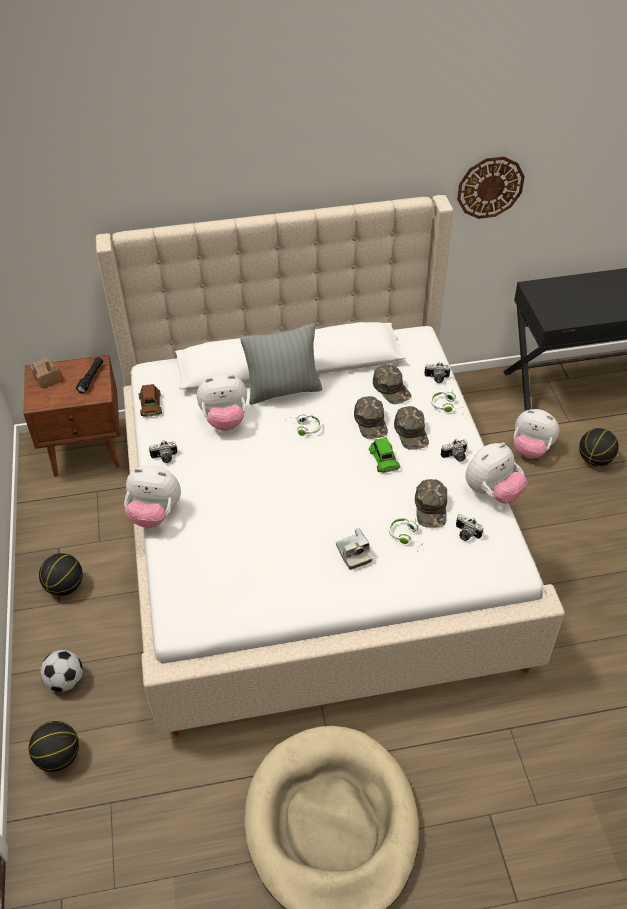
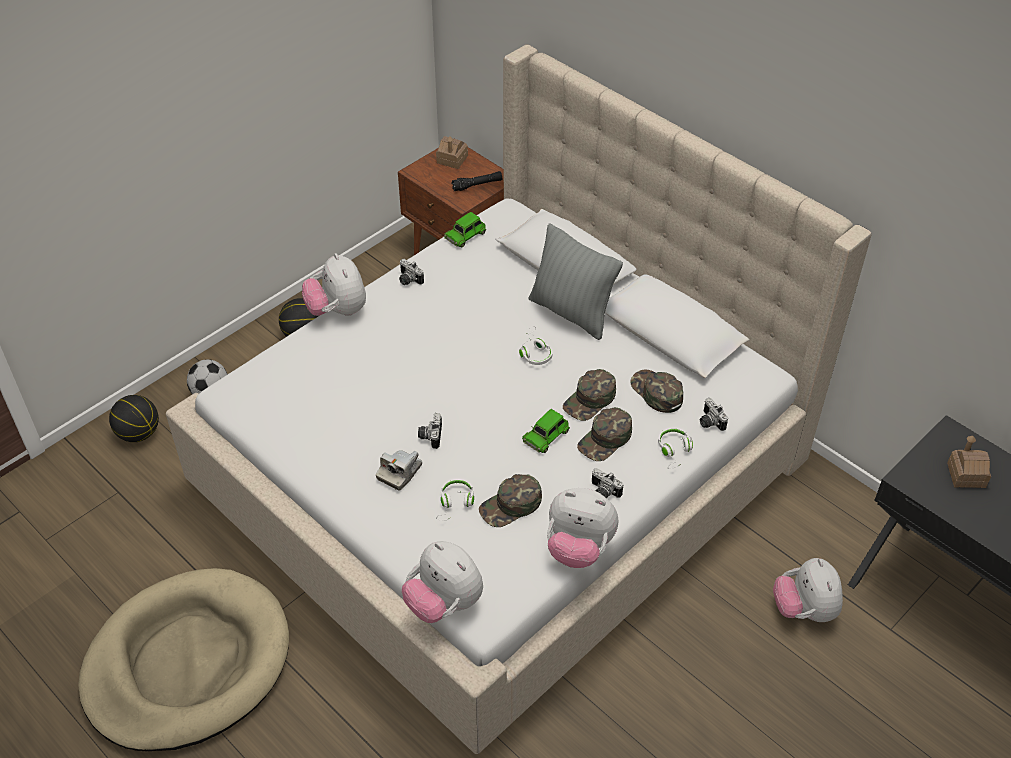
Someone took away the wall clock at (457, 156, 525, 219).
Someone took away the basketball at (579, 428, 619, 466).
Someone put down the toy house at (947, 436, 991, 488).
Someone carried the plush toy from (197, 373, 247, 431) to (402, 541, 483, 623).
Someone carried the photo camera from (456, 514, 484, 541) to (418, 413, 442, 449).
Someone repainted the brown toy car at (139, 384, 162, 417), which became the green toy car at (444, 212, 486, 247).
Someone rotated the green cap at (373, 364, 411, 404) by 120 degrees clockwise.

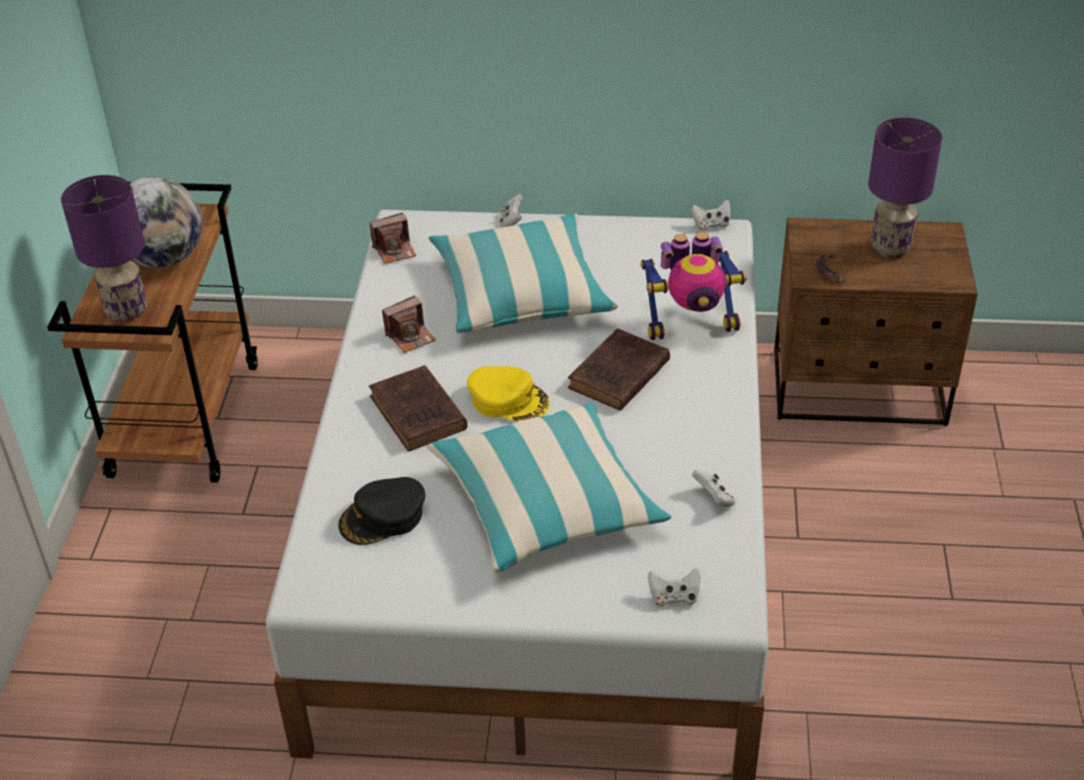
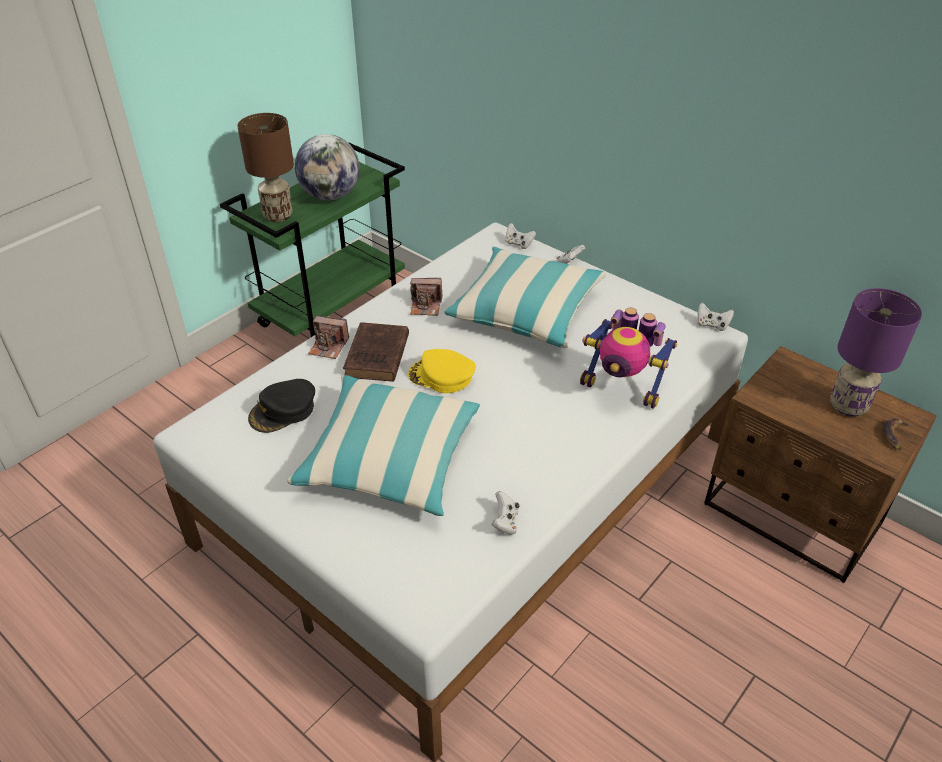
Someone took away the brown book at (568, 329, 670, 411).
Someone carried the photo camera from (369, 212, 416, 264) to (308, 316, 349, 359).
Someone carried the white game controller from (648, 568, 701, 607) to (506, 223, 536, 249).
Someone carried the banana from (816, 254, 845, 283) to (883, 417, 911, 450).
Someone repainted the brown cart at (47, 182, 258, 483), which became the green cart at (220, 143, 405, 337).
Someone repainted the purple table lamp at (61, 175, 147, 322), which became the brown table lamp at (237, 113, 294, 222).
Someone rotated the black cap at (338, 477, 425, 545) by 45 degrees counterclockwise.
Someone rotated the yellow cap at (467, 366, 550, 422) by 135 degrees clockwise.

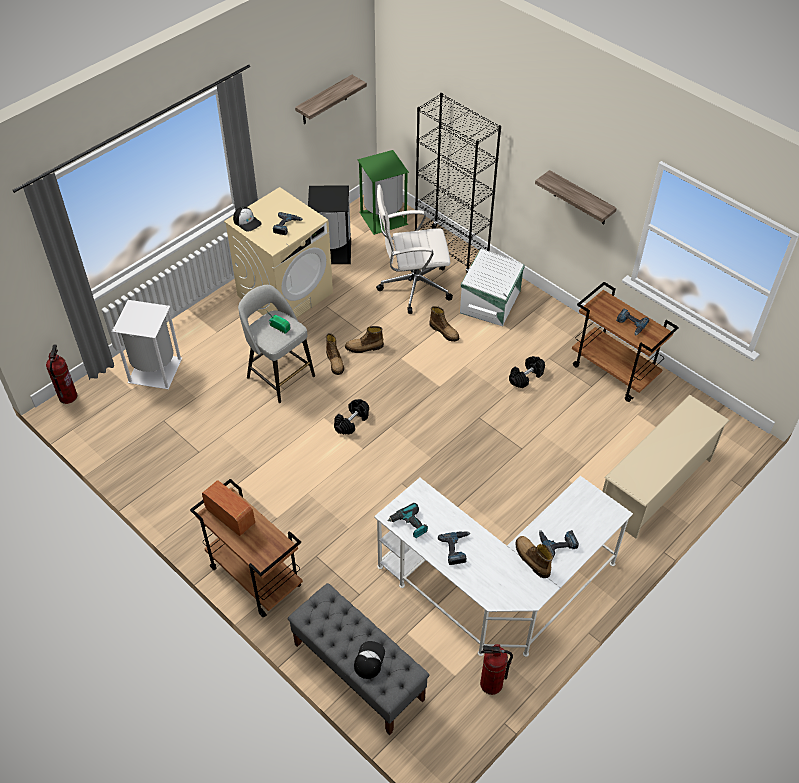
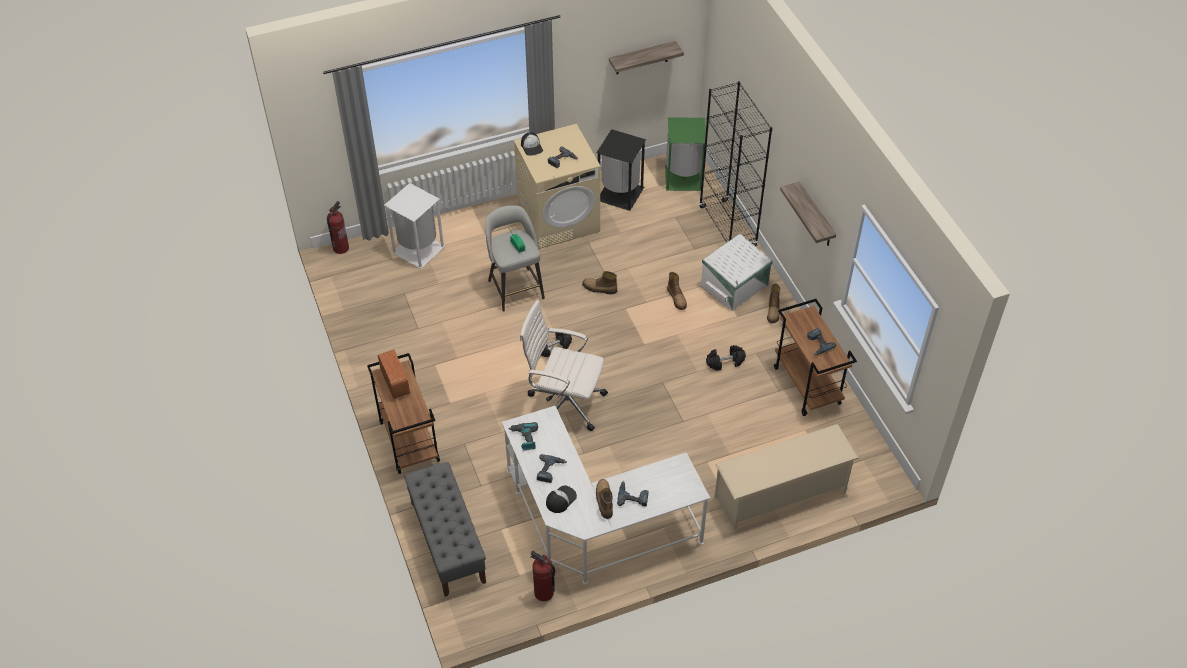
Someone carried the boot from (326, 333, 344, 375) to (767, 284, 780, 323).
Someone carried the cap from (354, 641, 385, 679) to (546, 485, 577, 513).
Someone carried the white office chair from (376, 185, 453, 314) to (520, 300, 608, 431).

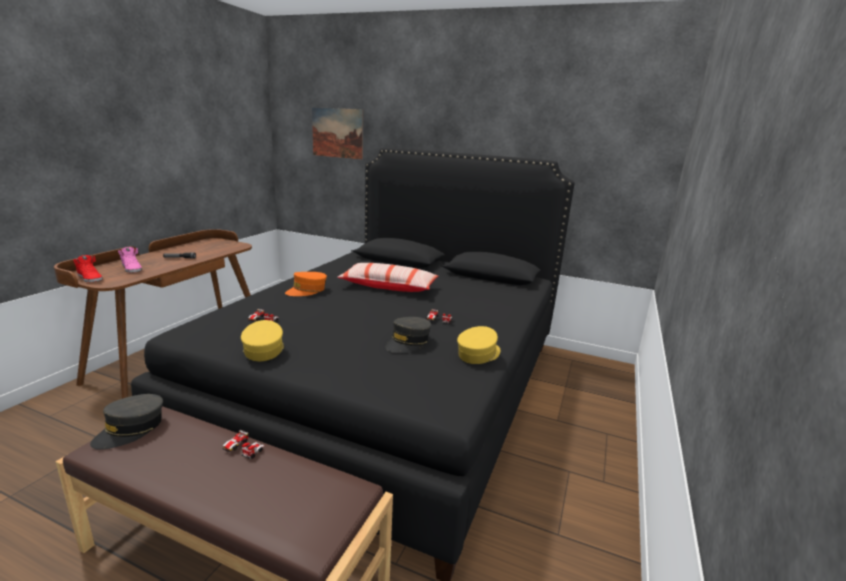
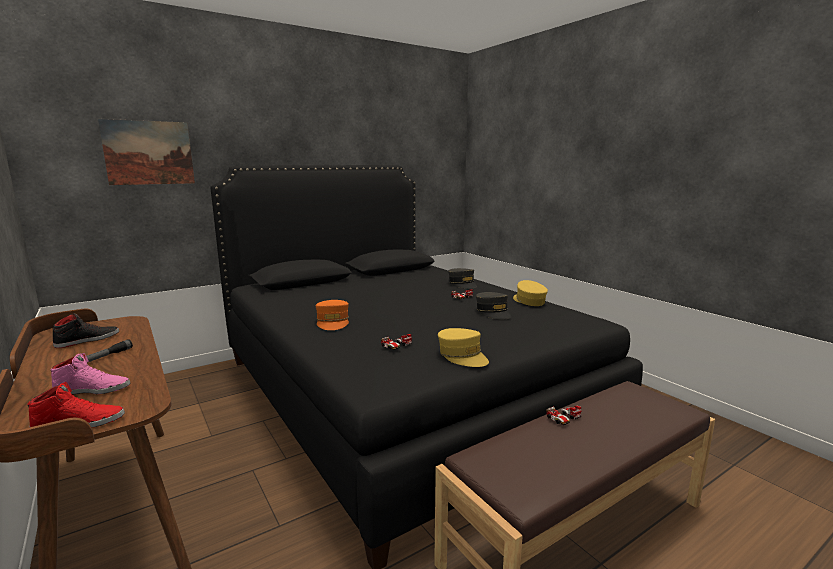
Someone took away the pillow at (337, 263, 438, 292).
Someone put down the black shoe at (52, 313, 119, 348).
Someone carried the grey cap from (90, 394, 163, 450) to (448, 268, 477, 289).
Someone rotated the yellow cap at (241, 320, 284, 361) by 150 degrees counterclockwise.

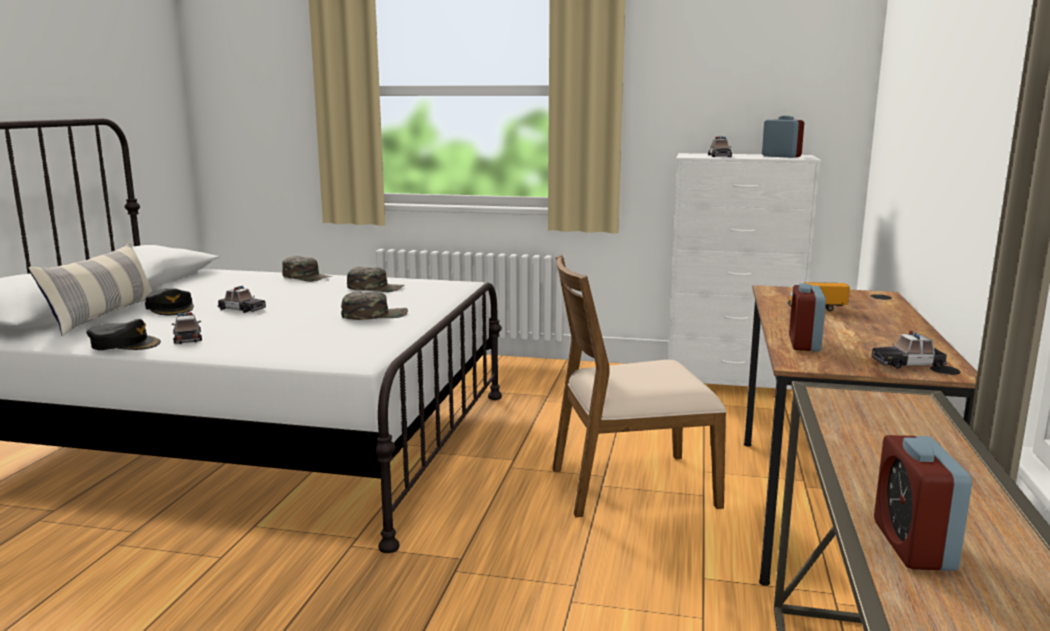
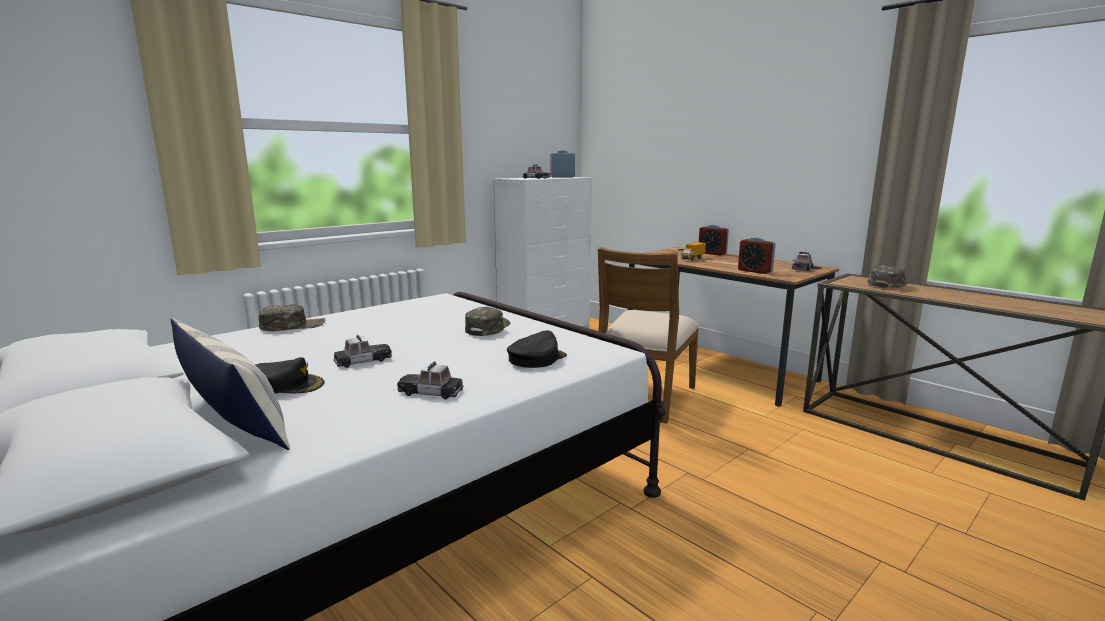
Someone carried the black cap from (86, 319, 161, 350) to (507, 330, 567, 368).
Someone carried the green cap from (347, 267, 404, 292) to (868, 265, 908, 288).
Someone carried the alarm clock from (874, 435, 972, 571) to (699, 224, 729, 255).

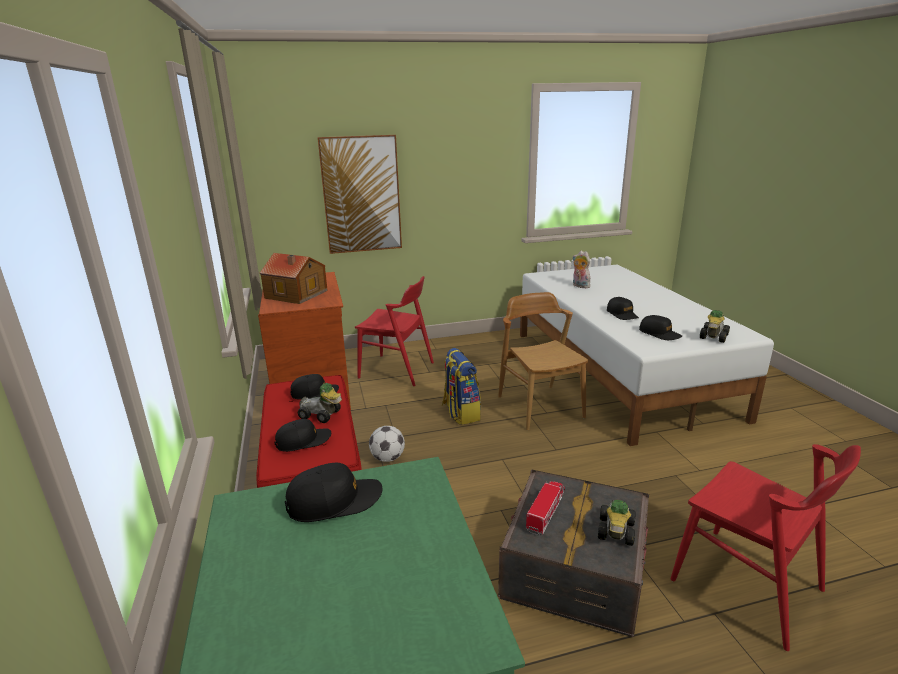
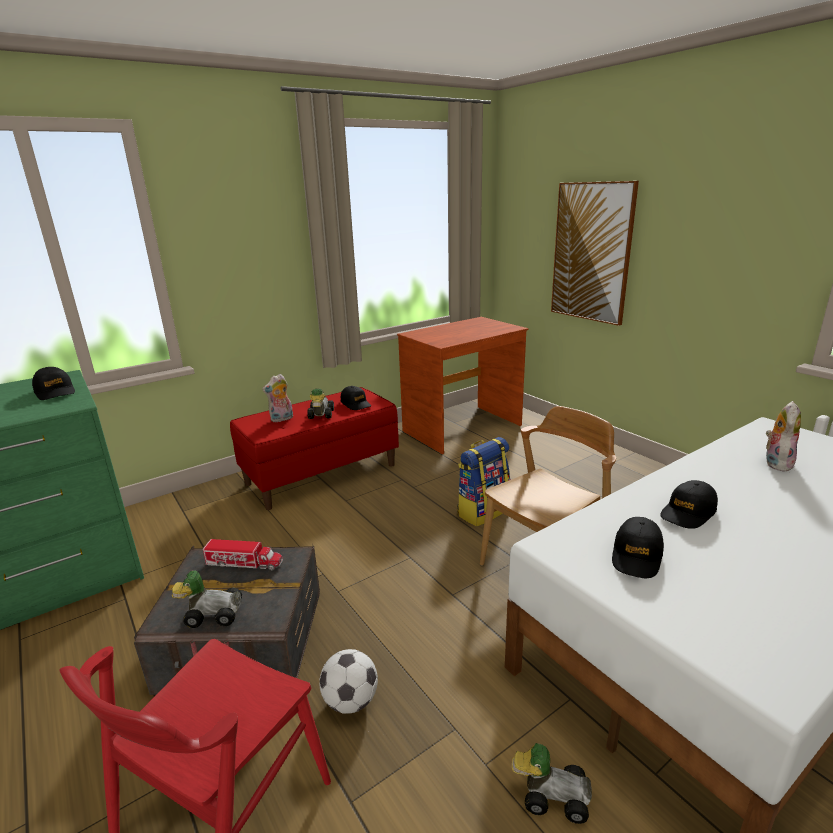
Someone took away the toy house at (260, 253, 328, 304).
Someone took away the red chair at (355, 276, 434, 386).
Someone carried the football from (369, 426, 405, 462) to (319, 649, 378, 714).
Someone carried the toy car from (700, 310, 730, 343) to (512, 743, 592, 824).
Someone swapped the black cap at (274, 419, 331, 452) for the plush toy at (262, 374, 293, 422).

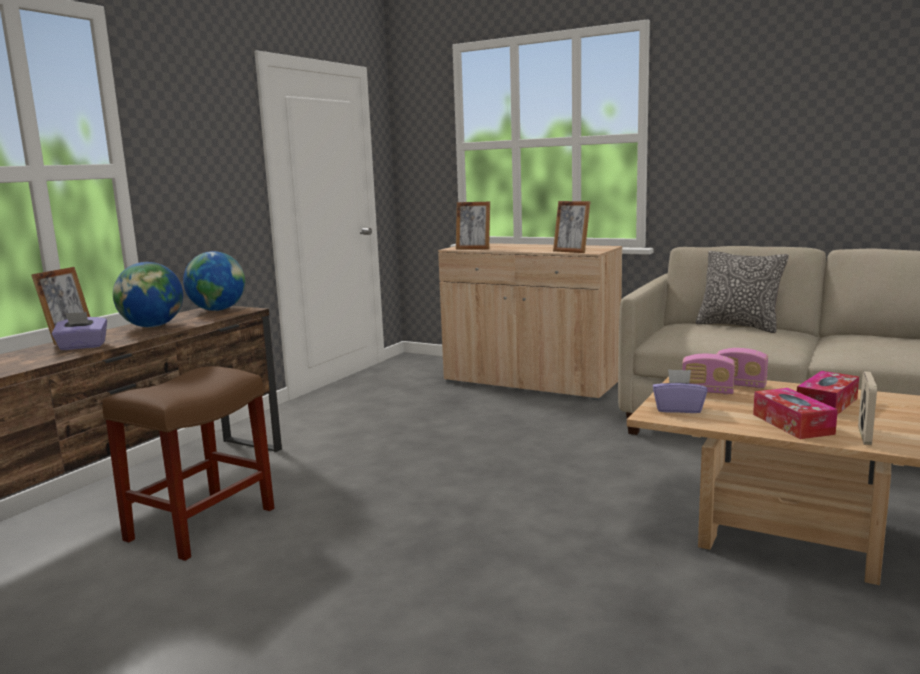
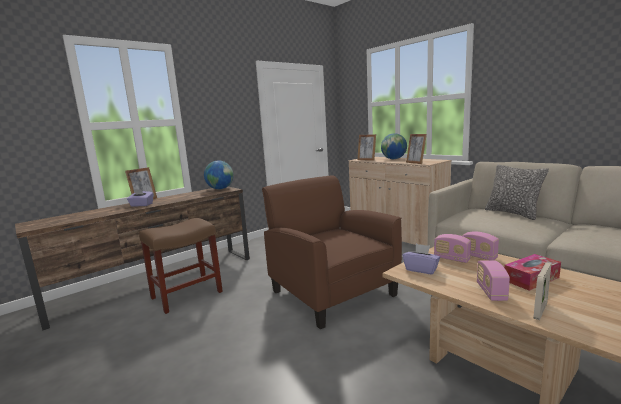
Someone put down the brown armchair at (262, 176, 402, 329).
Someone carried the globe from (113, 262, 183, 327) to (381, 133, 407, 159).
Someone swapped the tissue box at (753, 388, 838, 439) for the radio at (477, 260, 510, 301).

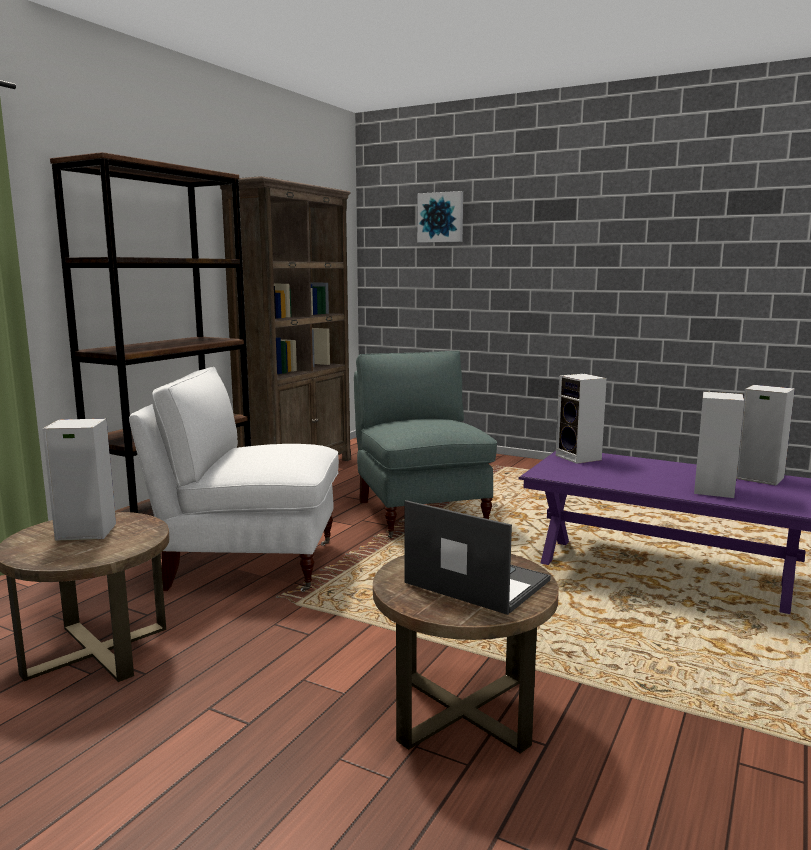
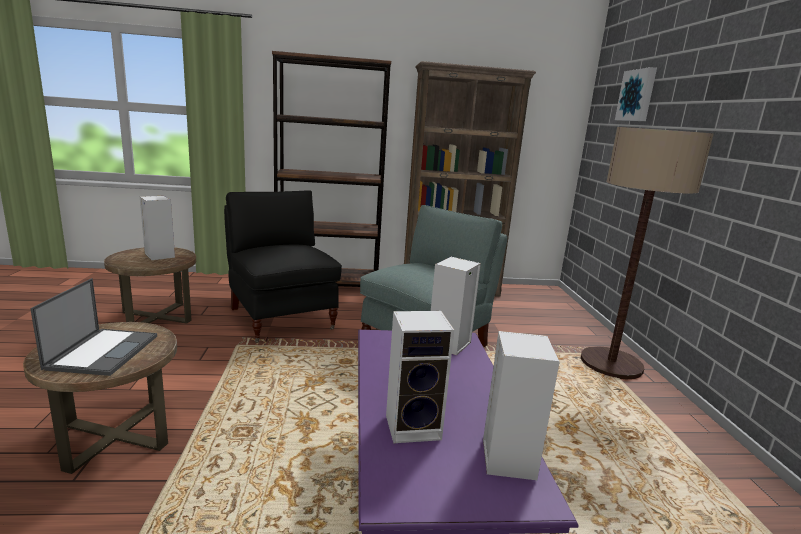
Someone put down the floor lamp at (581, 127, 713, 380).
Someone repainted the white armchair at (129, 367, 339, 592), which became the black armchair at (224, 191, 342, 343).

